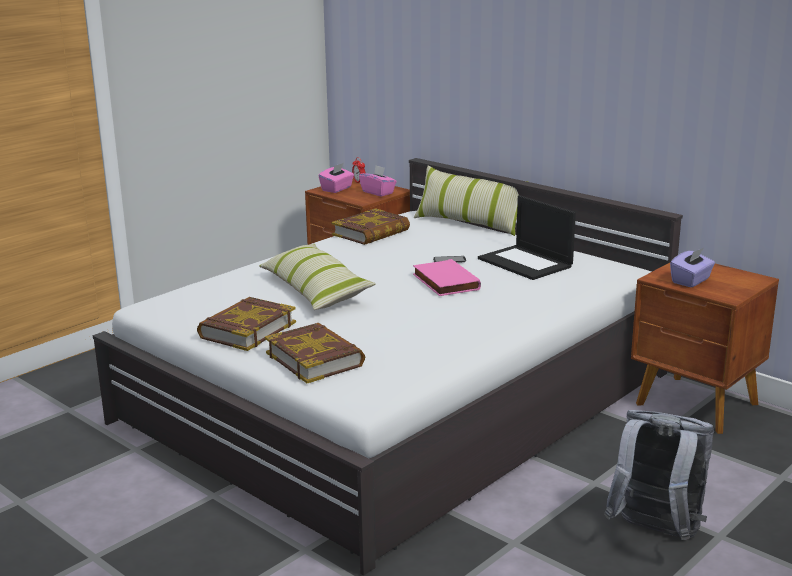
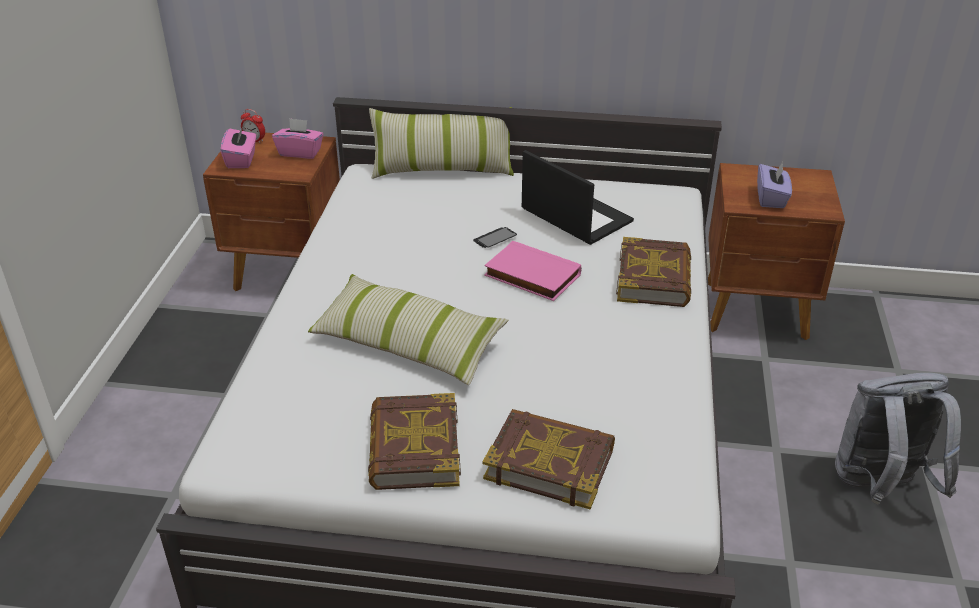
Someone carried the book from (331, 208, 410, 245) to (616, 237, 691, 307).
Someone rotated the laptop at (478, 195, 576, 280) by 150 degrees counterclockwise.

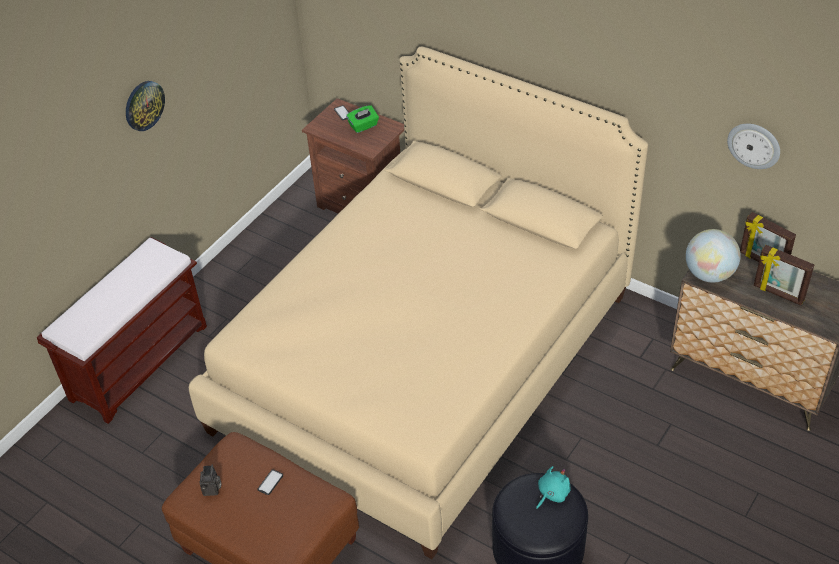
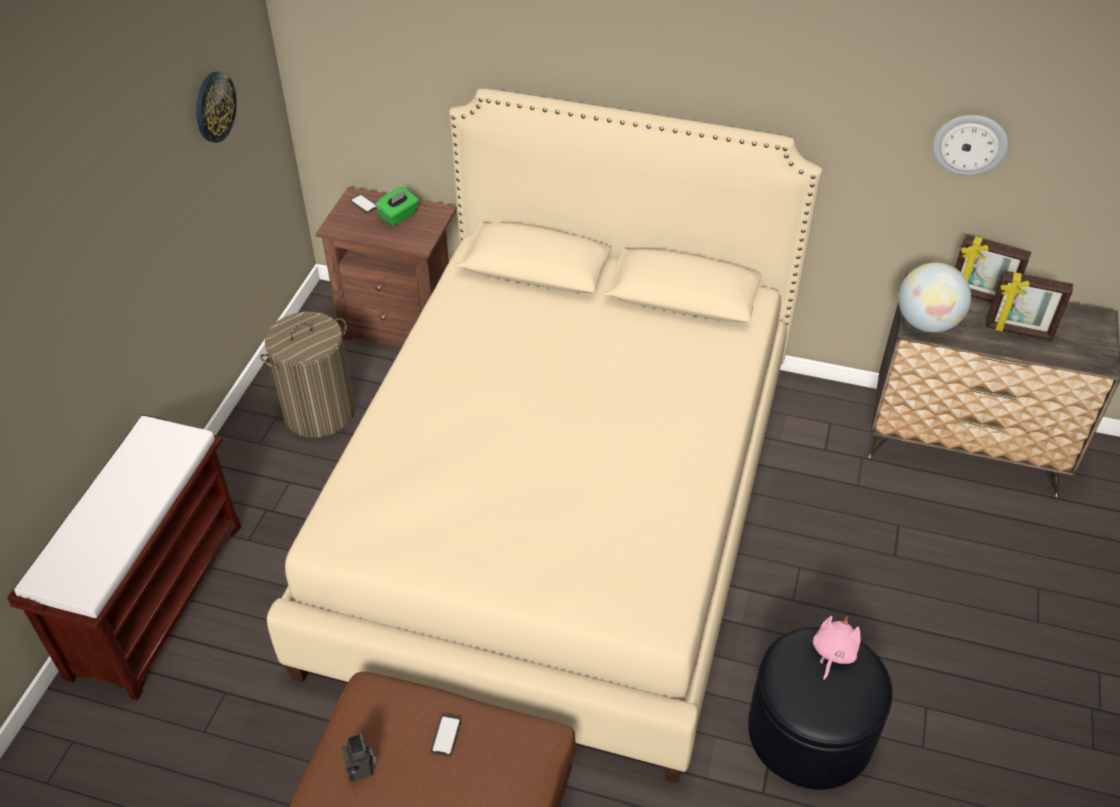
Someone put down the laundry basket at (260, 312, 355, 438).
Someone carried the wall clock from (126, 81, 165, 131) to (196, 71, 237, 143).
Someone repainted the turquoise plush toy at (536, 466, 570, 509), which became the pink plush toy at (813, 616, 861, 680).

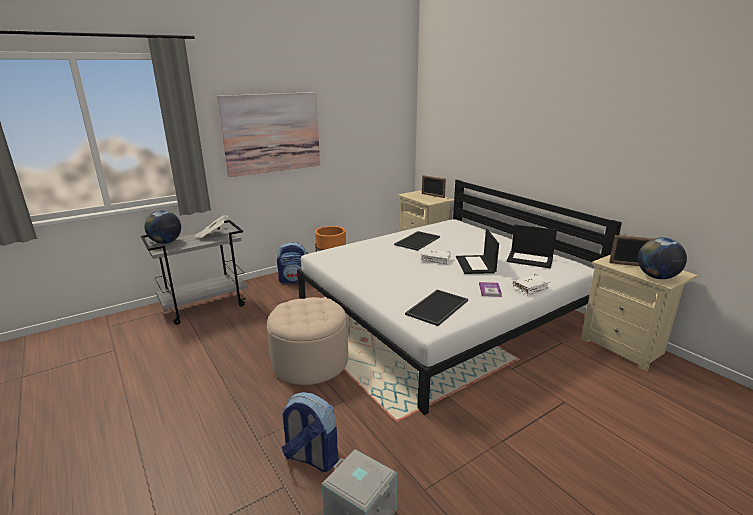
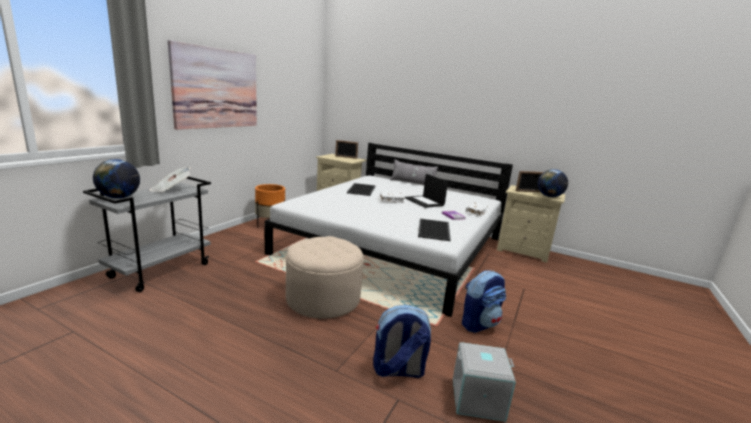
Someone took away the laptop at (507, 225, 557, 268).
Someone put down the grey pillow at (390, 160, 438, 185).
Someone carried the backpack from (277, 242, 308, 284) to (462, 270, 506, 333).

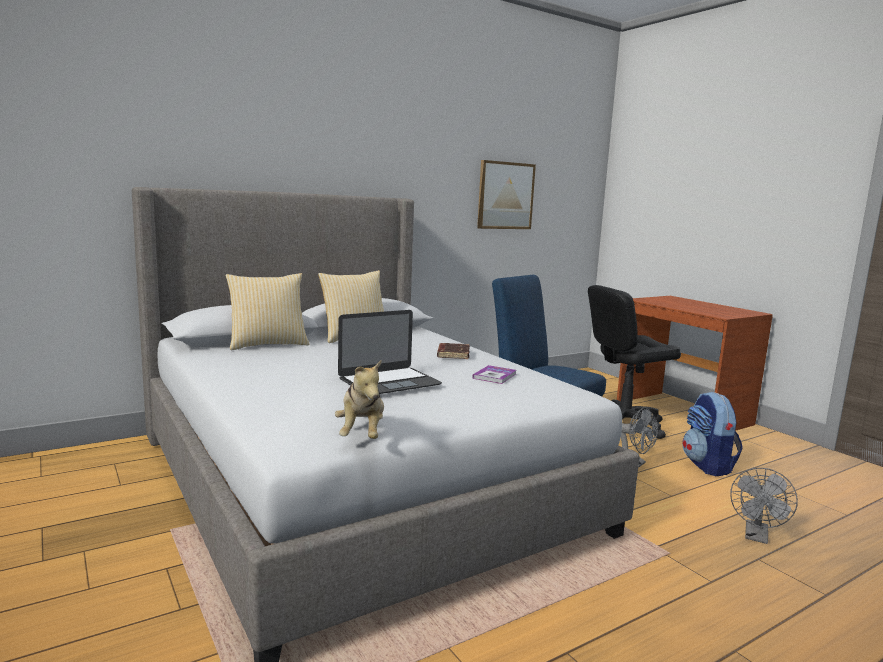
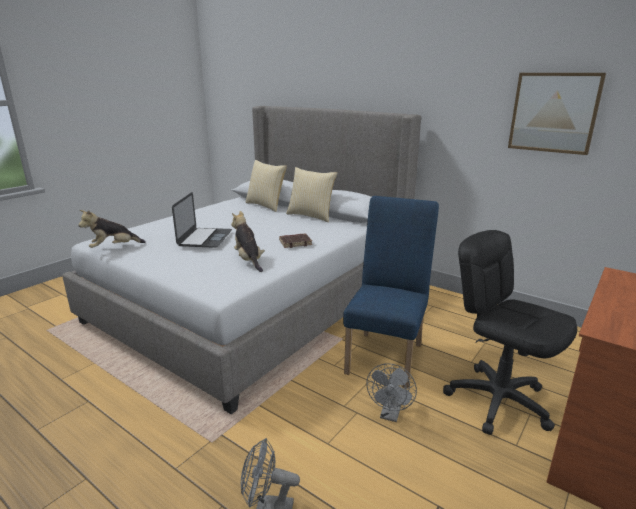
Someone took away the backpack at (682, 392, 743, 476).
Someone swapped the book at (472, 365, 516, 384) for the plush toy at (231, 211, 265, 272).
Someone rotated the laptop at (338, 310, 442, 394) by 120 degrees counterclockwise.

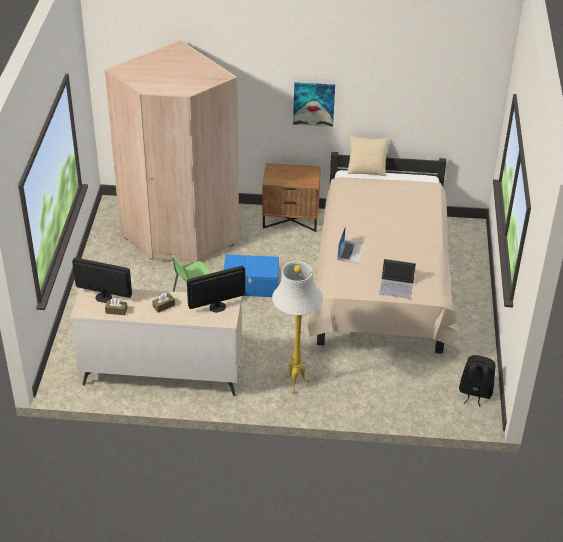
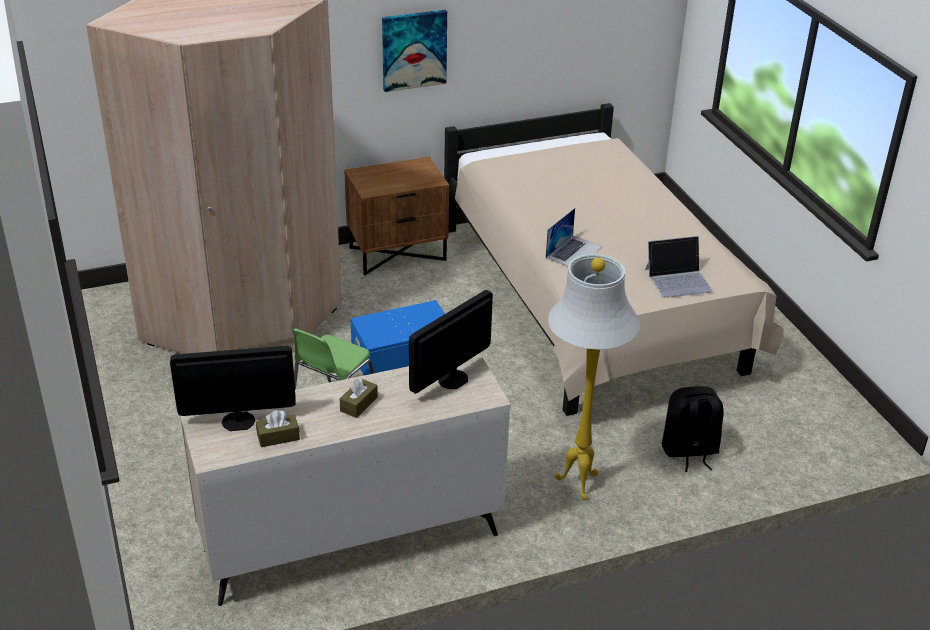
Someone took away the beige pillow at (348, 136, 389, 176).
Someone carried the black backpack from (459, 355, 496, 407) to (662, 386, 724, 472).
Someone rotated the laptop at (338, 225, 365, 264) by 45 degrees clockwise.

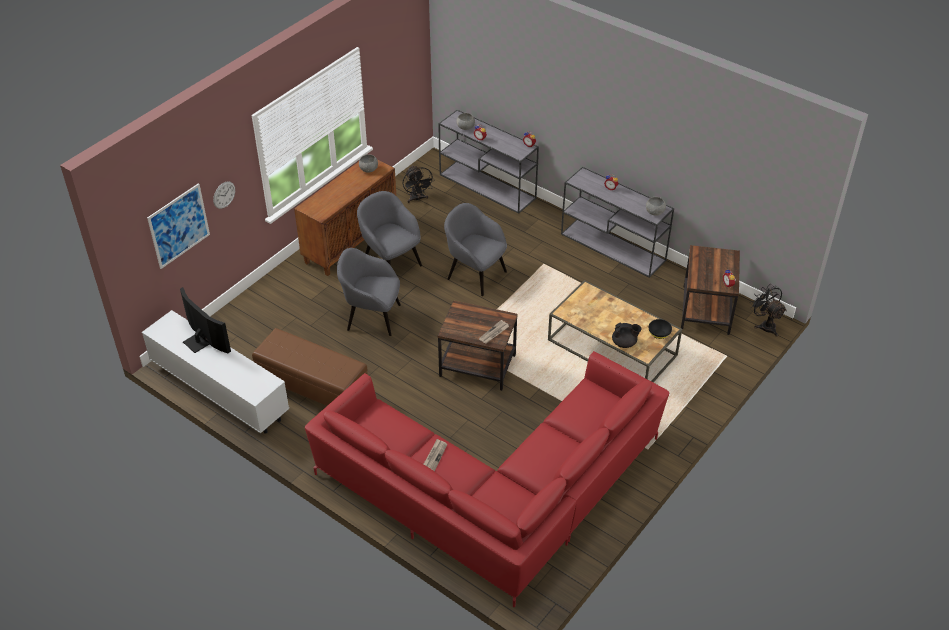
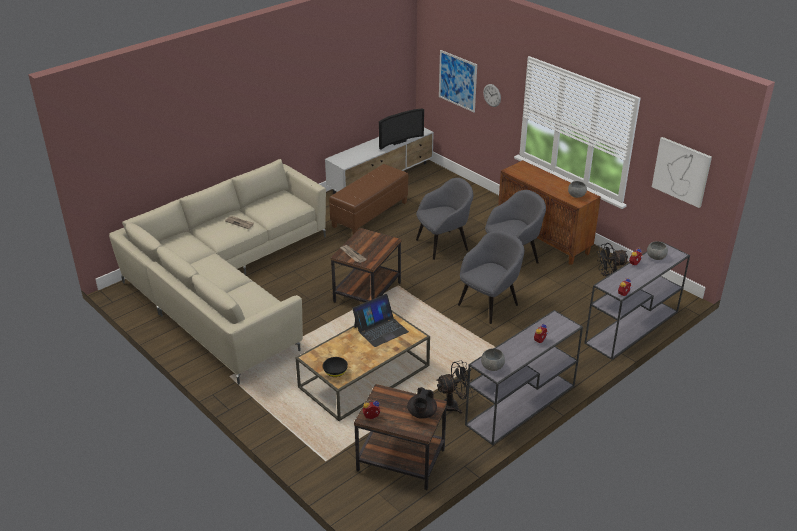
Someone put down the laptop at (352, 294, 409, 347).
Someone put up the picture at (652, 137, 712, 208).
Someone carried the black teapot from (612, 323, 642, 348) to (407, 387, 437, 418).
Someone carried the black fan from (750, 284, 787, 337) to (436, 361, 475, 414).
Someone repainted the red sofa at (305, 351, 669, 607), which became the beige sofa at (109, 159, 326, 385).
Someone rotated the grey armchair at (337, 248, 401, 336) by 45 degrees clockwise.

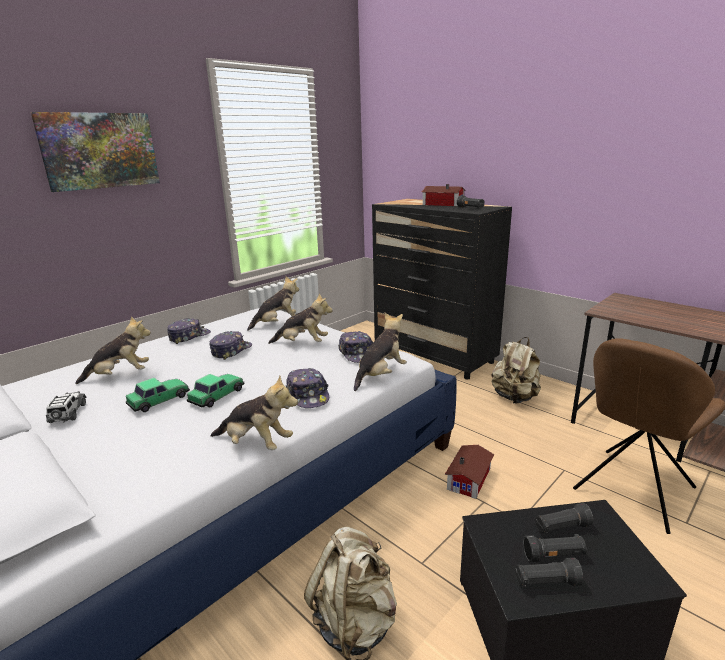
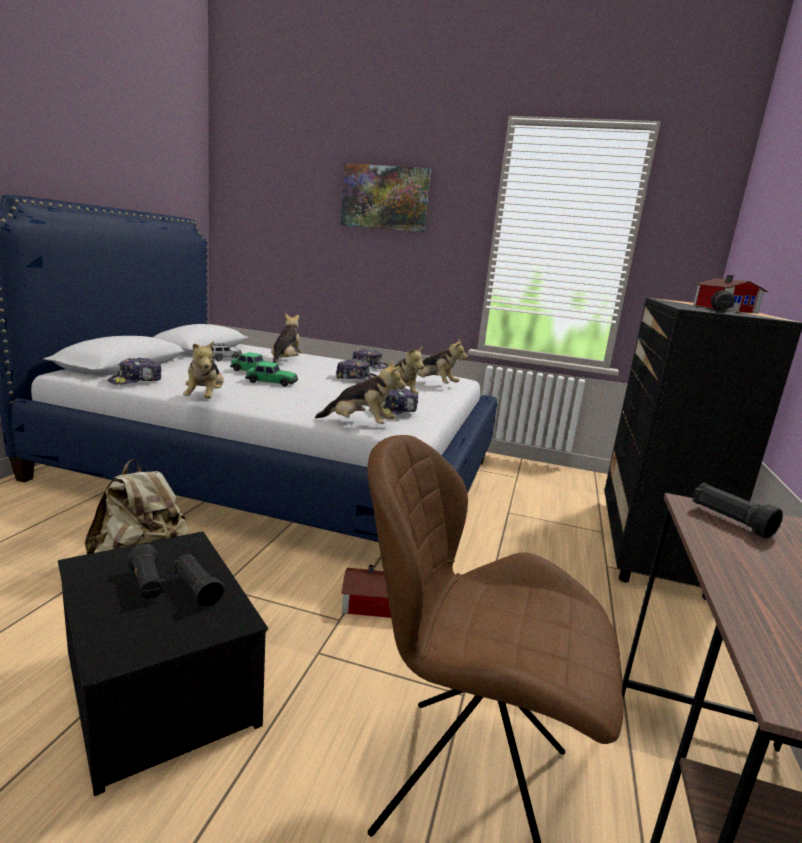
Someone took away the beige backpack at (491, 337, 541, 404).
Someone carried the cap from (286, 368, 329, 408) to (108, 358, 162, 385).
Someone carried the black flashlight from (515, 557, 584, 588) to (692, 483, 783, 539).
Someone rotated the plush toy at (75, 316, 151, 384) by 120 degrees counterclockwise.

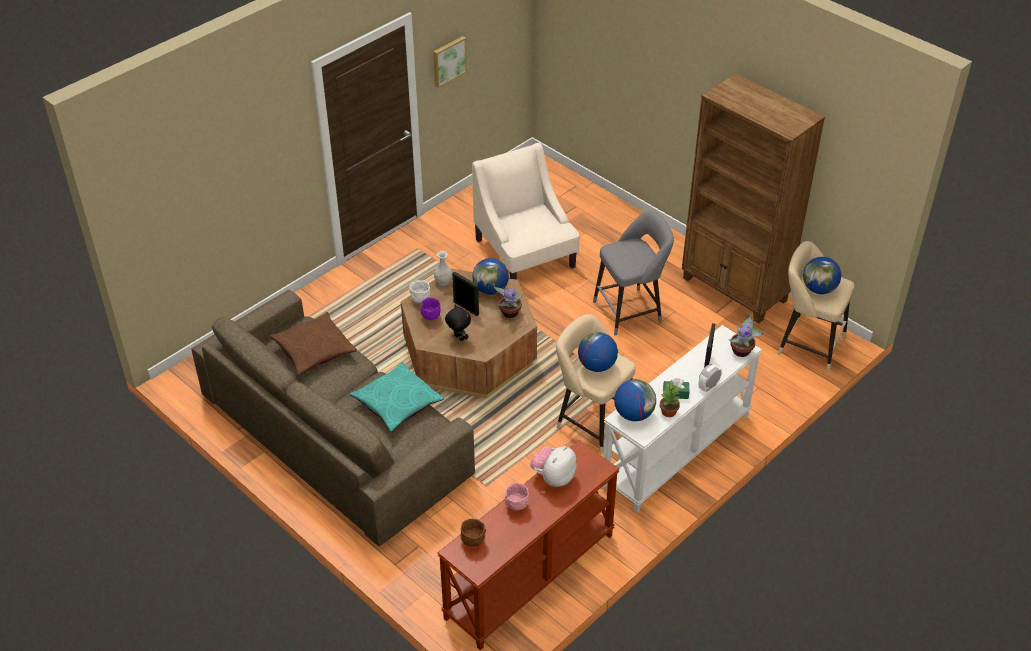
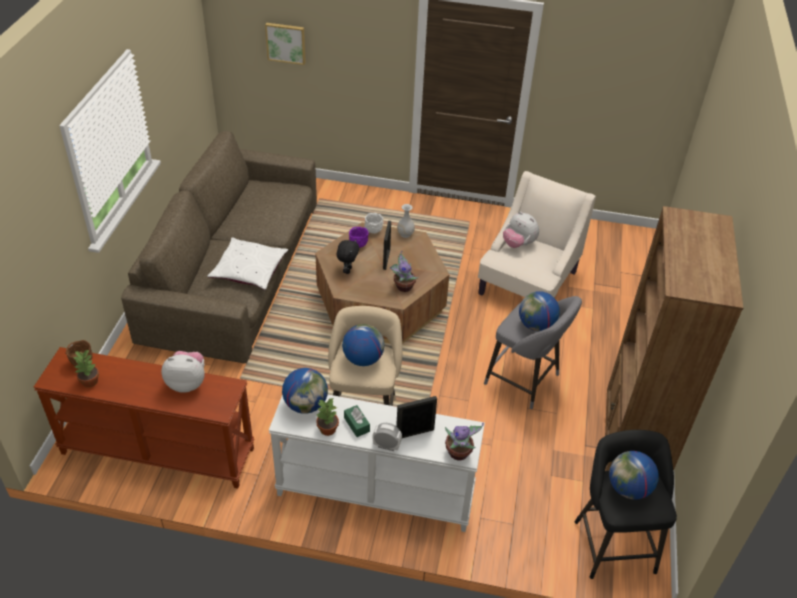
Someone took away the brown pillow at (270, 312, 357, 375).
Someone took away the pink bowl at (505, 482, 529, 511).
Someone put down the potted plant at (74, 349, 99, 387).
Someone put down the plush toy at (503, 211, 539, 248).
Someone carried the picture from (433, 36, 467, 88) to (265, 23, 306, 65).
Someone carried the globe from (472, 258, 509, 295) to (519, 291, 560, 332).
Someone repainted the turquoise pillow at (350, 362, 444, 432), which became the white pillow at (207, 237, 288, 290).
Someone repainted the beige stool at (778, 241, 854, 372), which became the black stool at (575, 430, 677, 579).

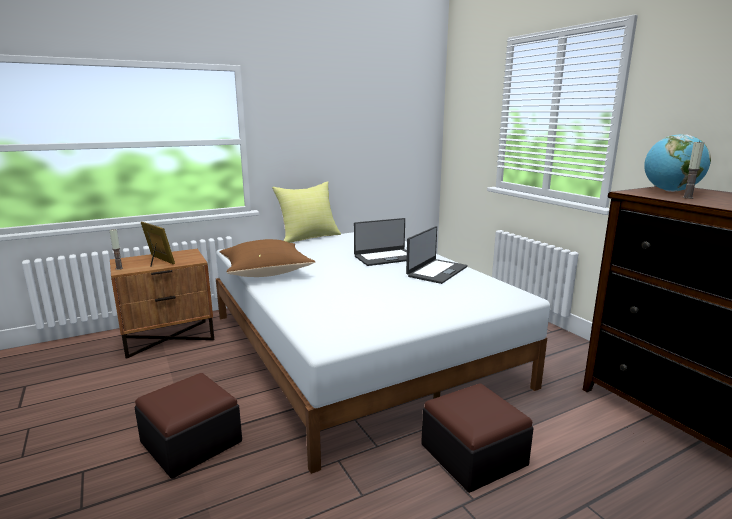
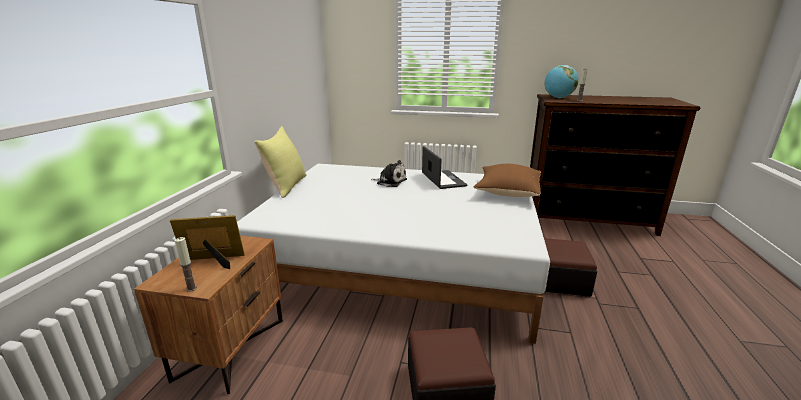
Someone carried the brown pillow from (220, 239, 315, 277) to (474, 164, 541, 197).
Someone swapped the laptop at (354, 218, 407, 266) for the plush toy at (372, 160, 407, 187).

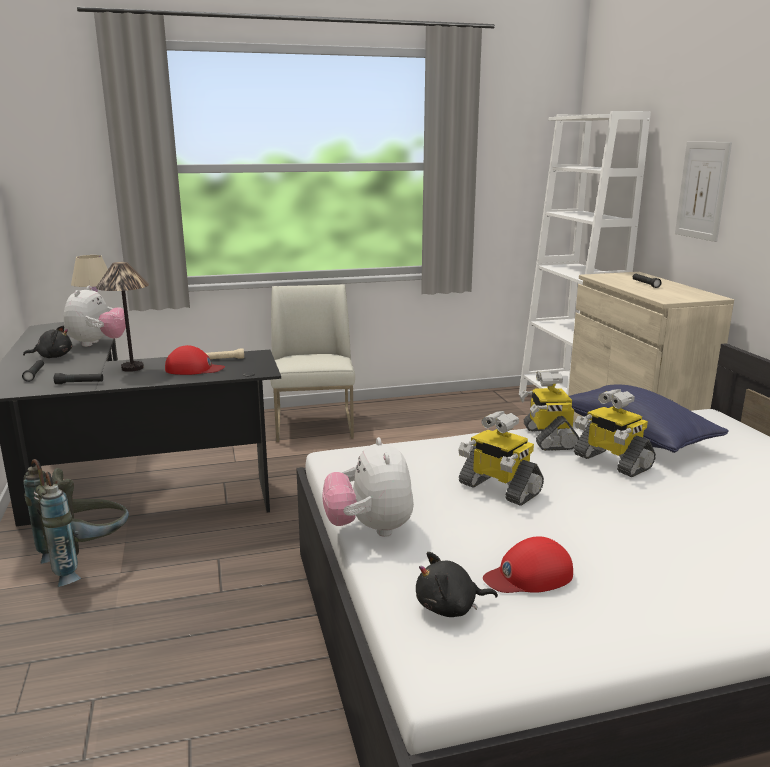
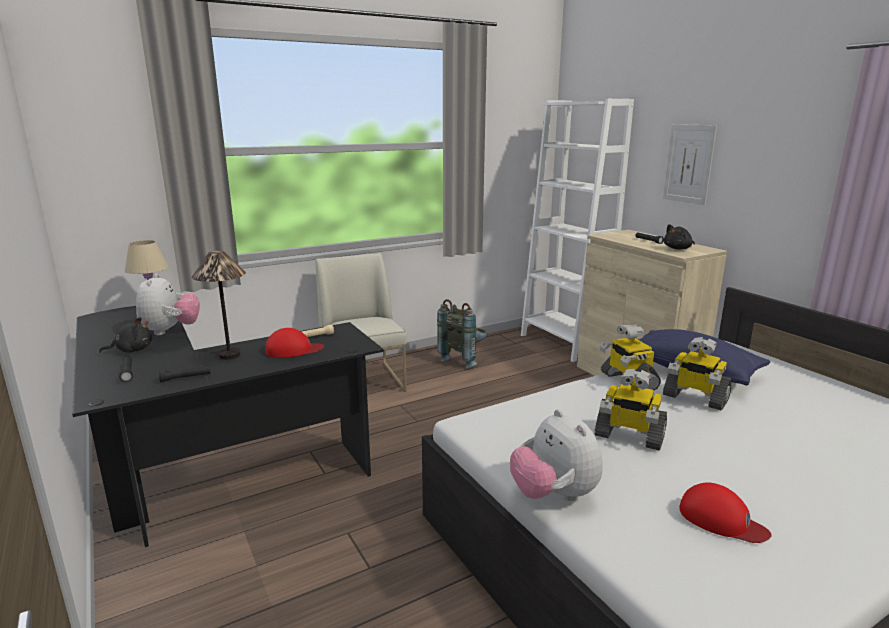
Someone carried the grey backpack from (24, 459, 129, 587) to (437, 299, 487, 368).
Someone carried the black plush toy from (416, 552, 498, 617) to (664, 224, 695, 249).
Someone rotated the red cap at (483, 536, 573, 593) by 105 degrees counterclockwise.

